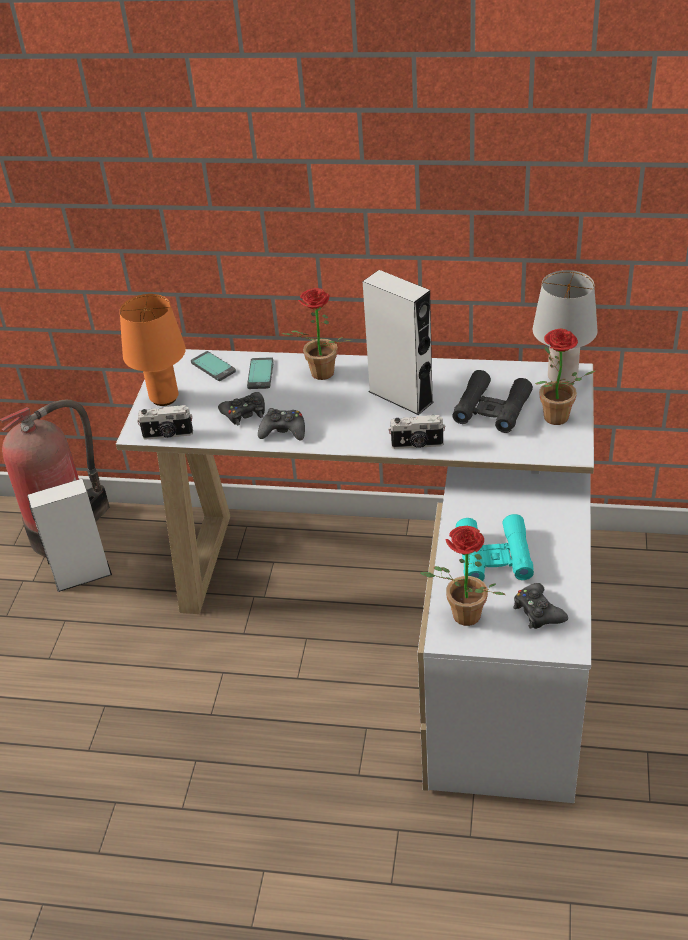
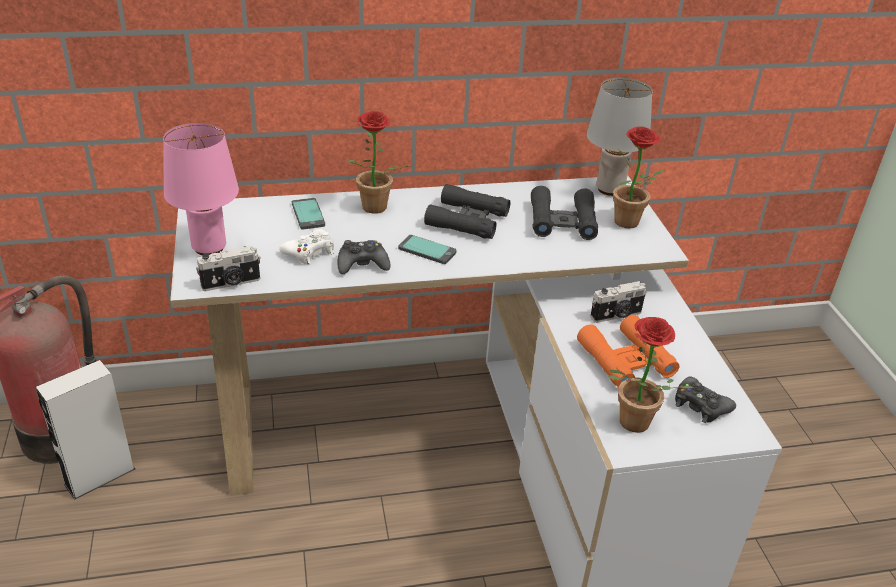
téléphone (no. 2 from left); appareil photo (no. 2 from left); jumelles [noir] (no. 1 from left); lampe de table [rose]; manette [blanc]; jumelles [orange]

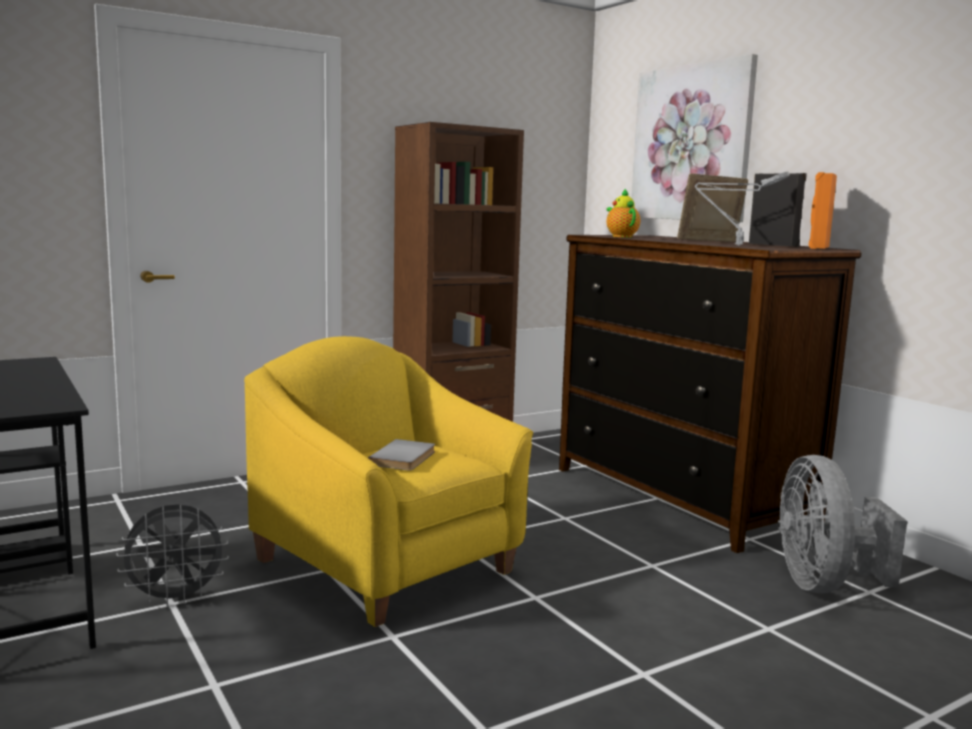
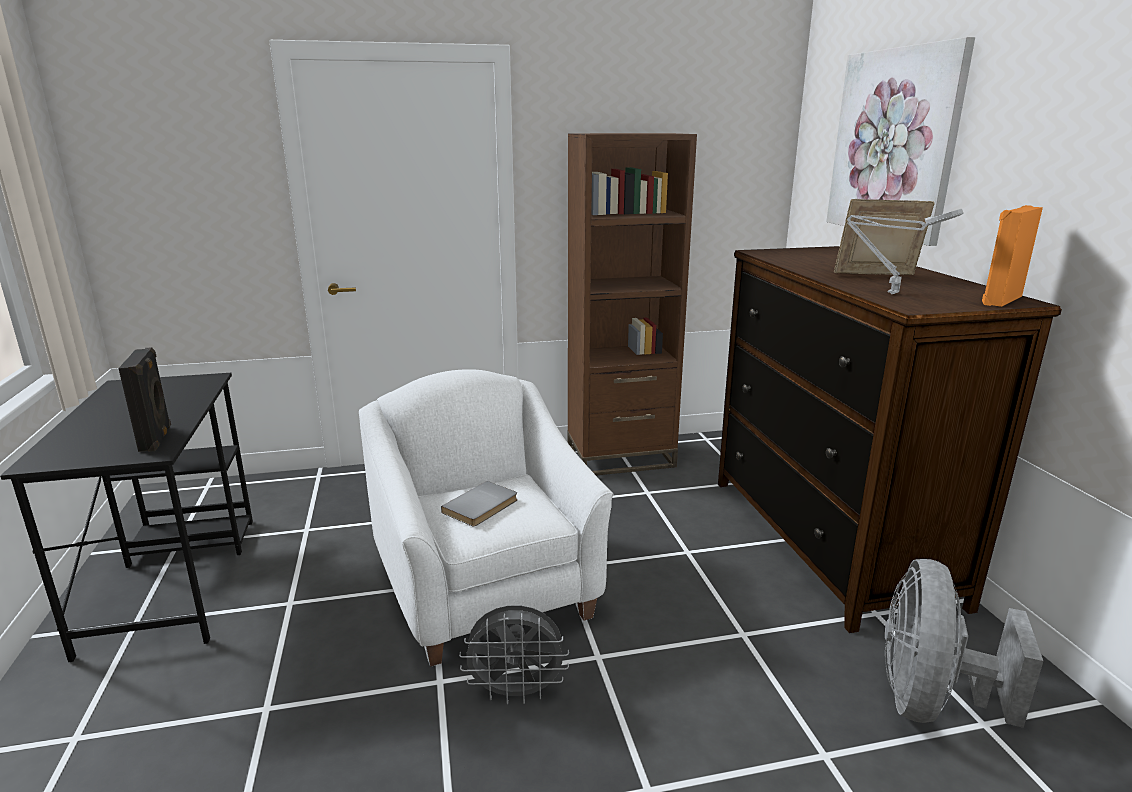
théière; ventilateur [gris] (no. 1 from left); enceinte [noir]; fauteuil [blanc]

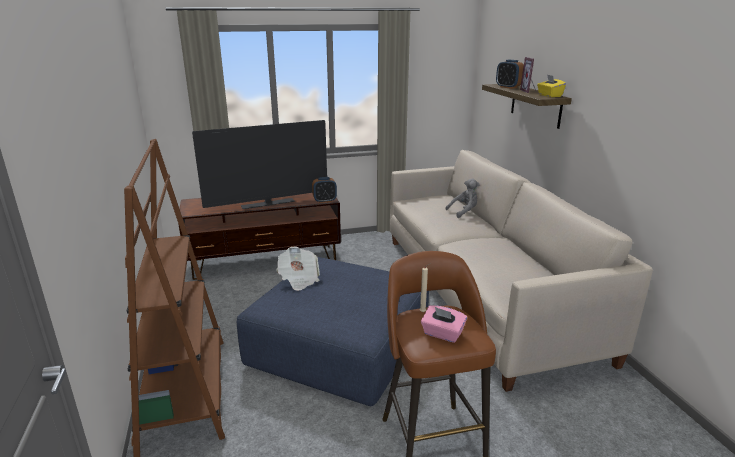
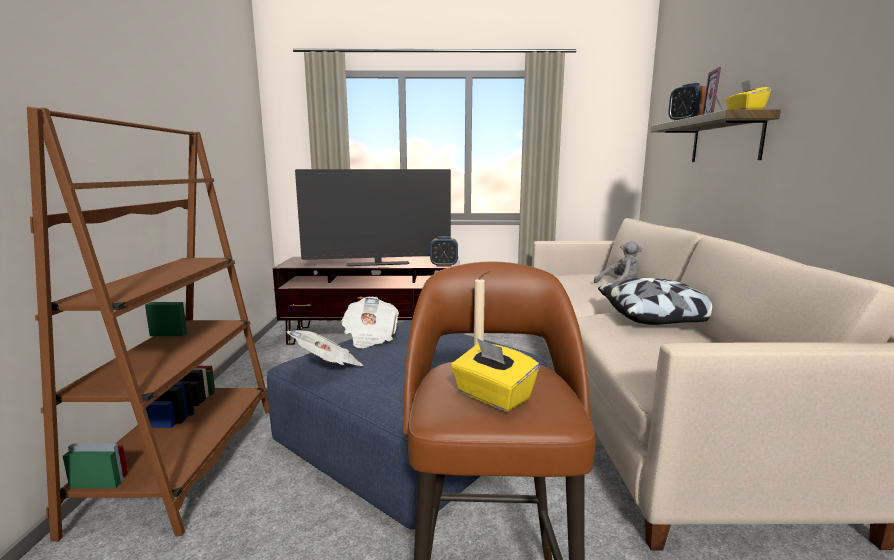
journal (no. 1 from left); coussin; boîte à mouchoirs [jaune] (no. 1 from left)

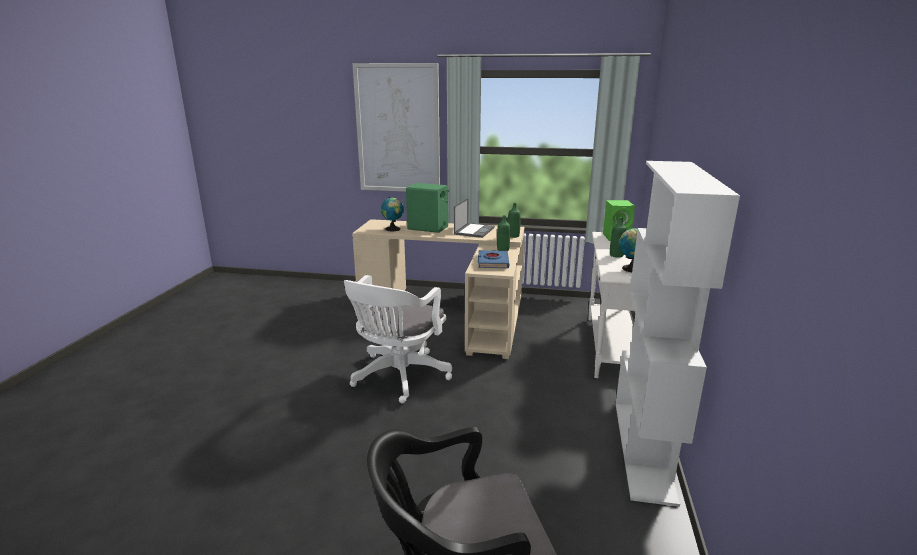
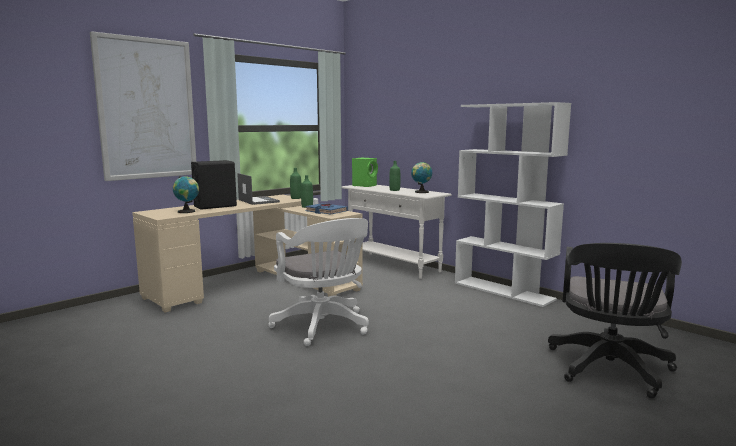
enceinte [noir]

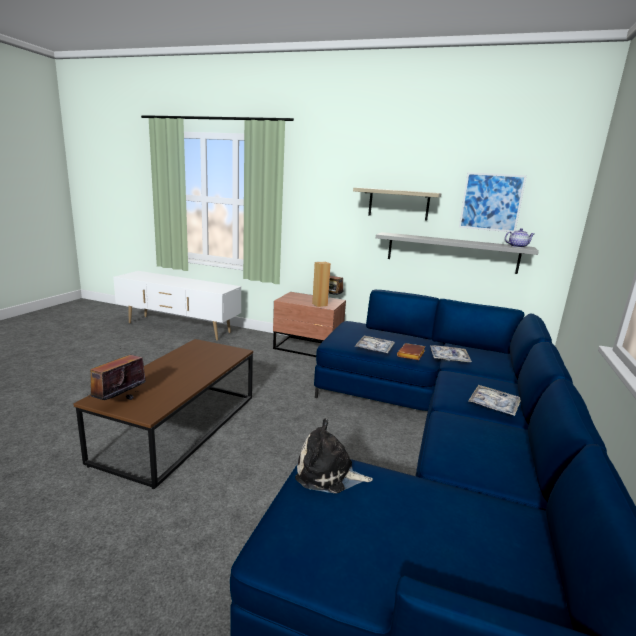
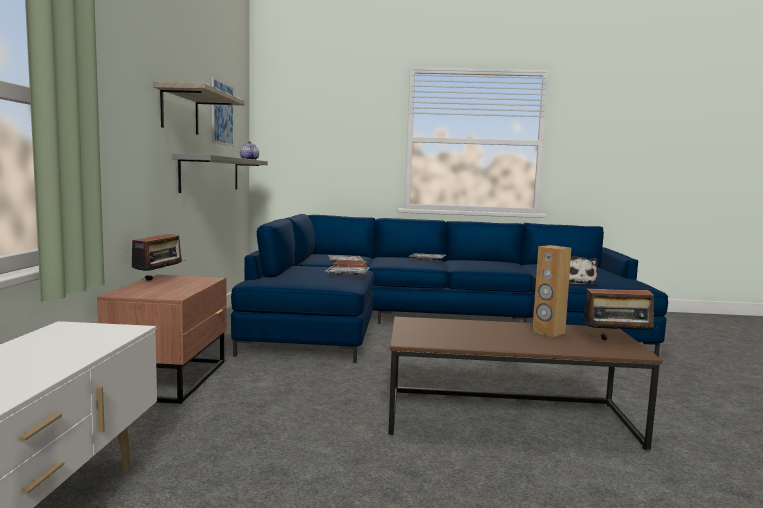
enceinte [marron]

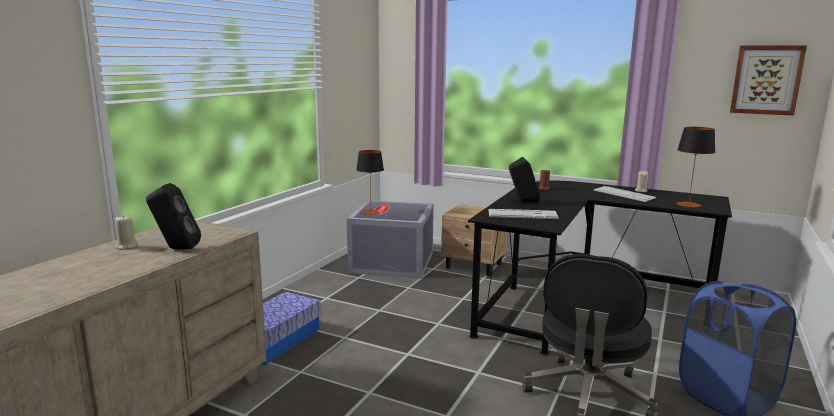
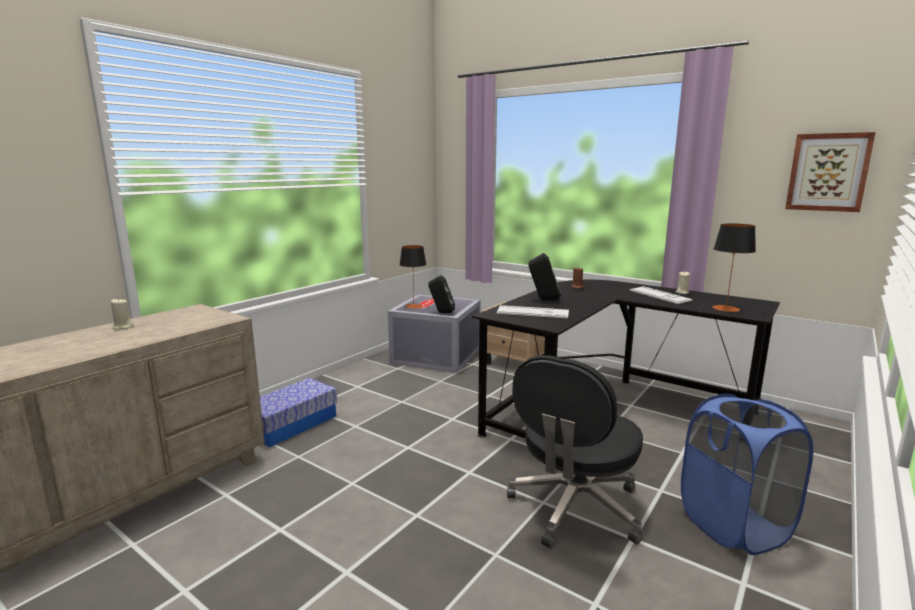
enceinte [noir] (no. 1 from left)

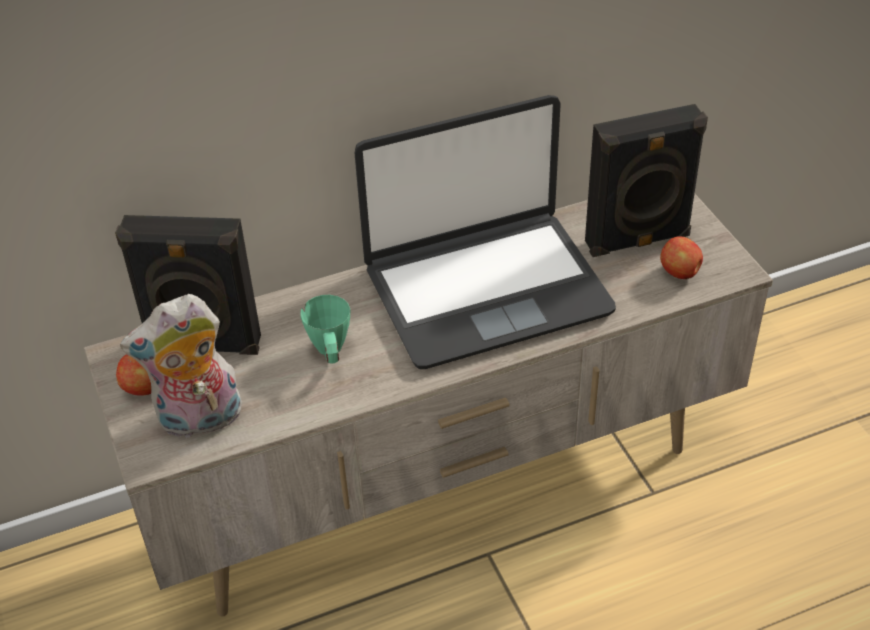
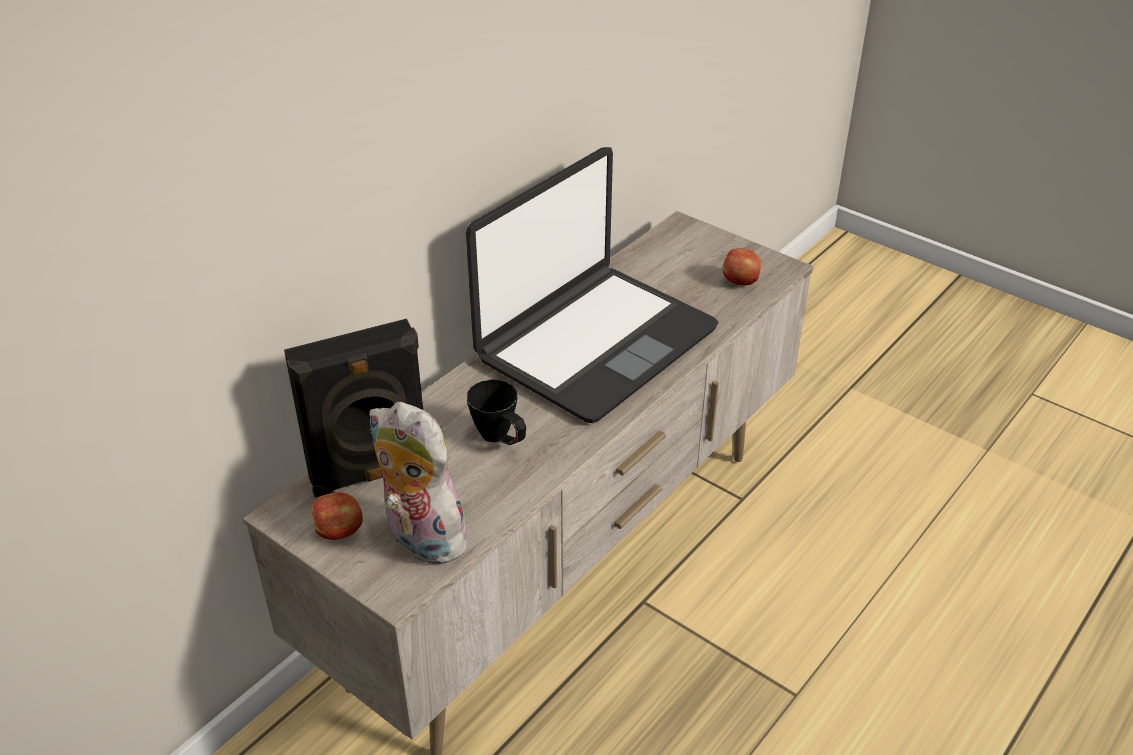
enceinte [noir] (no. 2 from left in the first image); mug [noir]; peluche

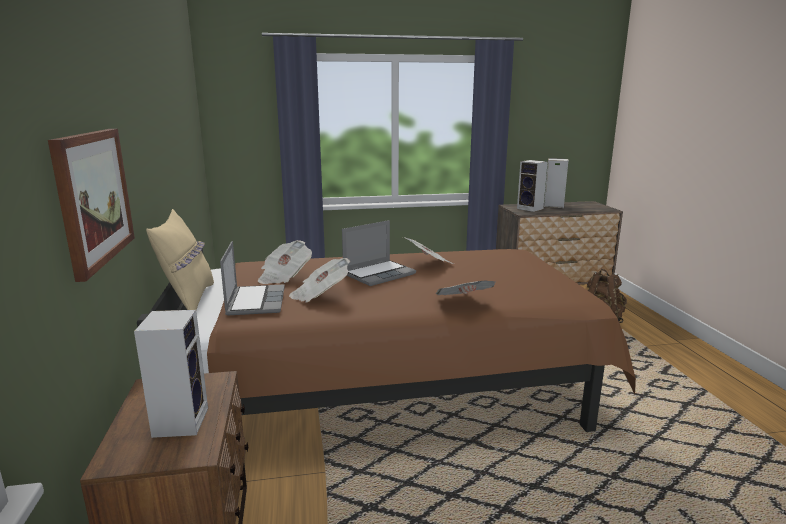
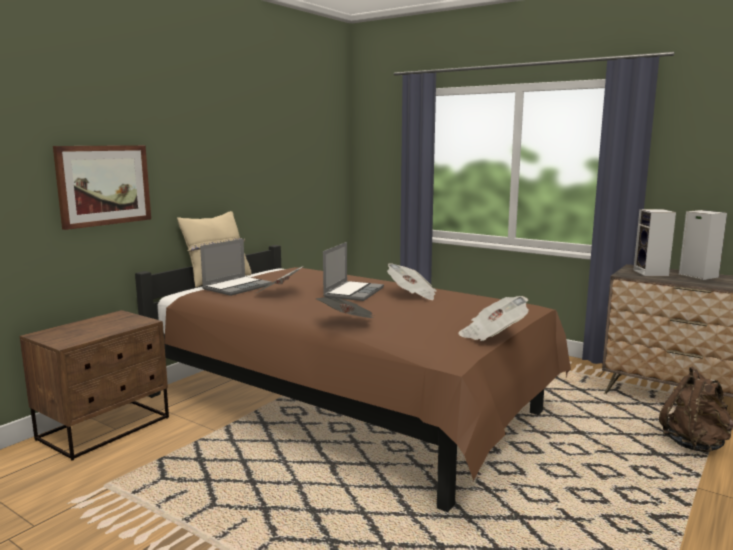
enceinte (no. 1 from left in the first image); journal (no. 4 from left); ordinateur portable (no. 2 from left)

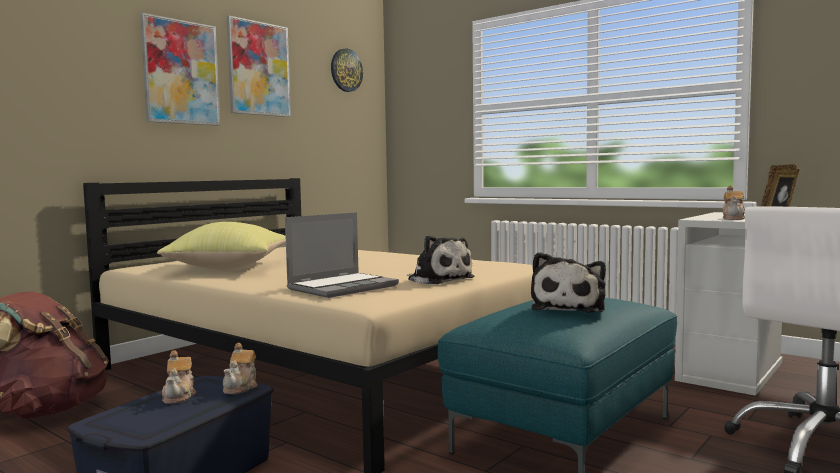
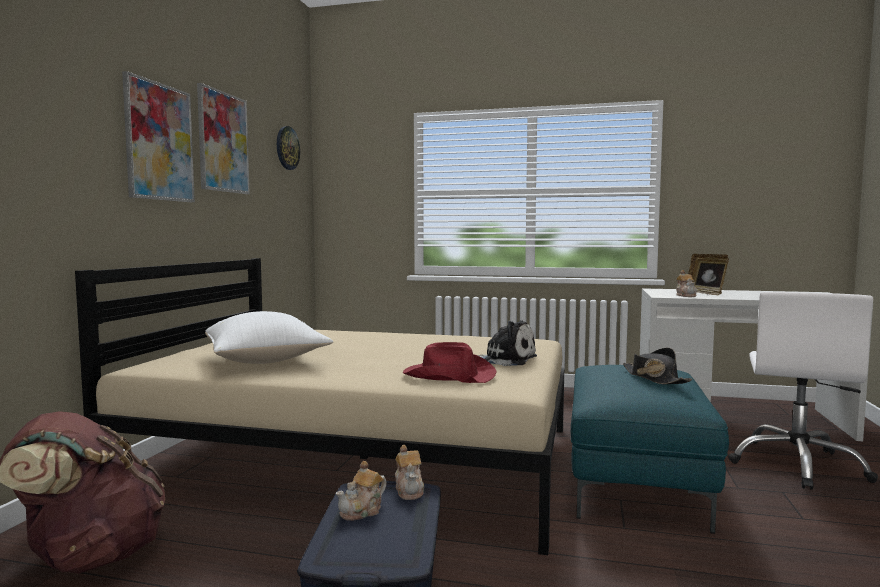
chapeau [rouge]; chapeau [noir]; coussin [blanc]; théière (no. 1 from left)

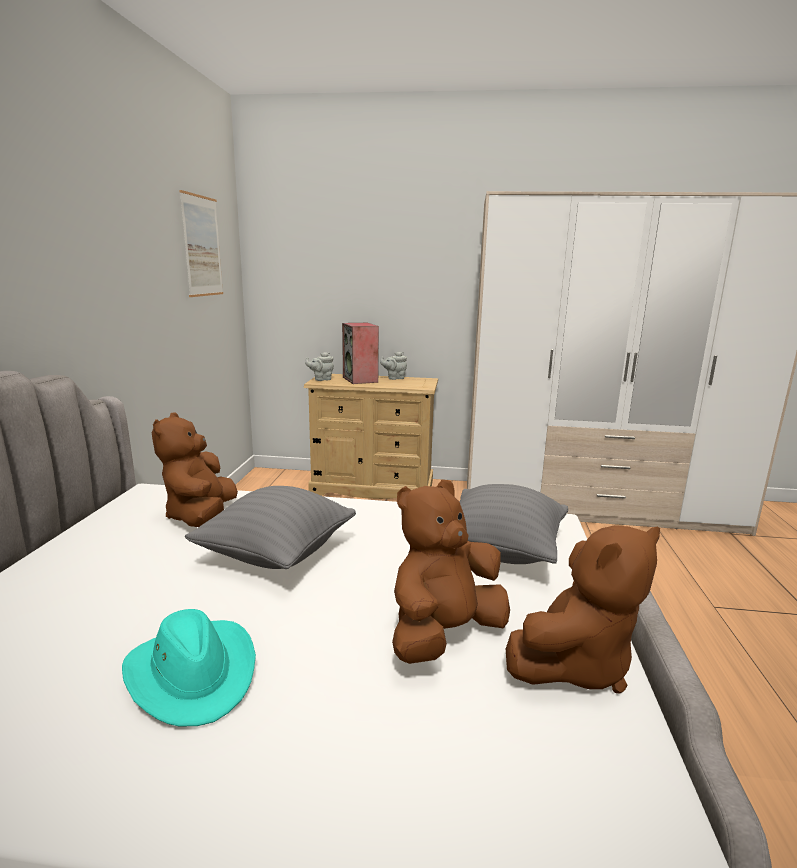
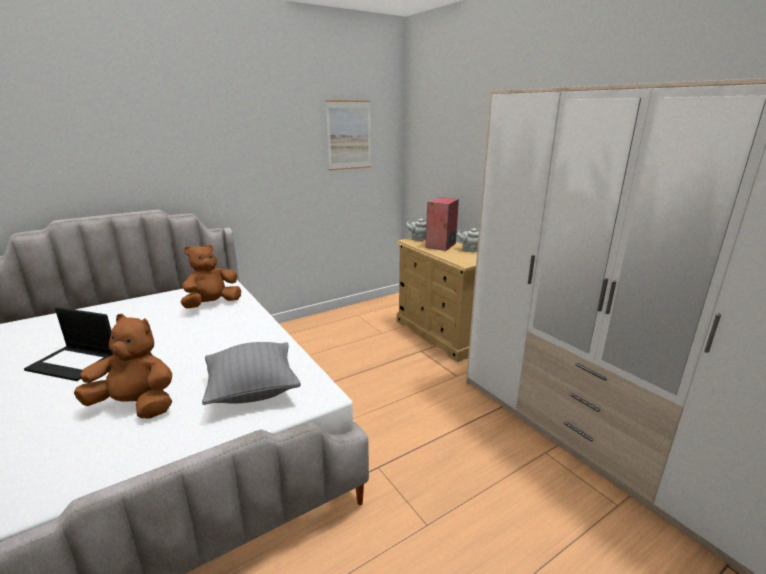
coussin [gris] (no. 1 from left in the first image); peluche [marron] (no. 3 from left in the first image); ordinateur portable

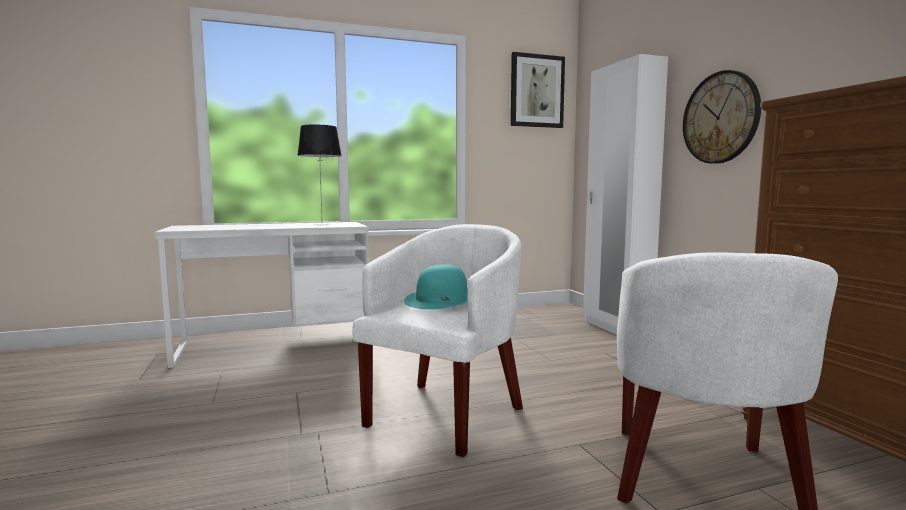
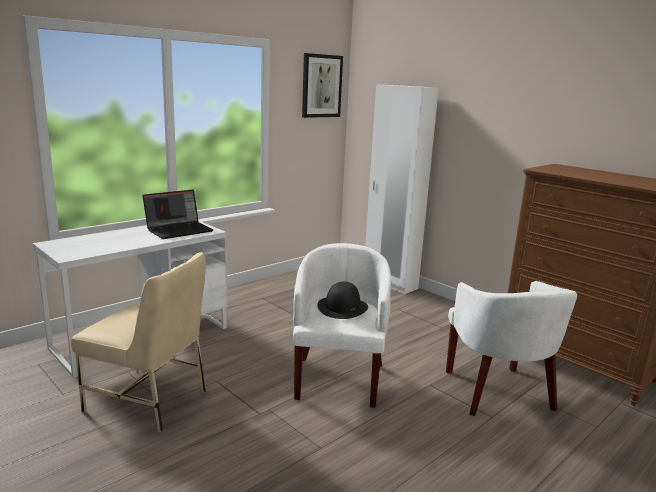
horloge murale; chaise [beige]; ordinateur portable; chapeau [noir]

